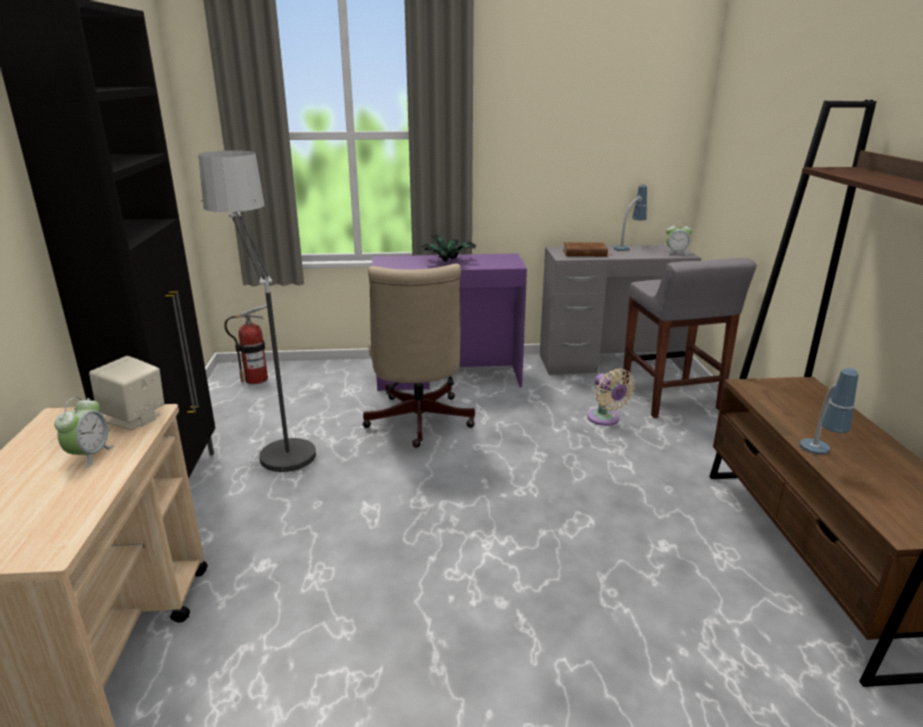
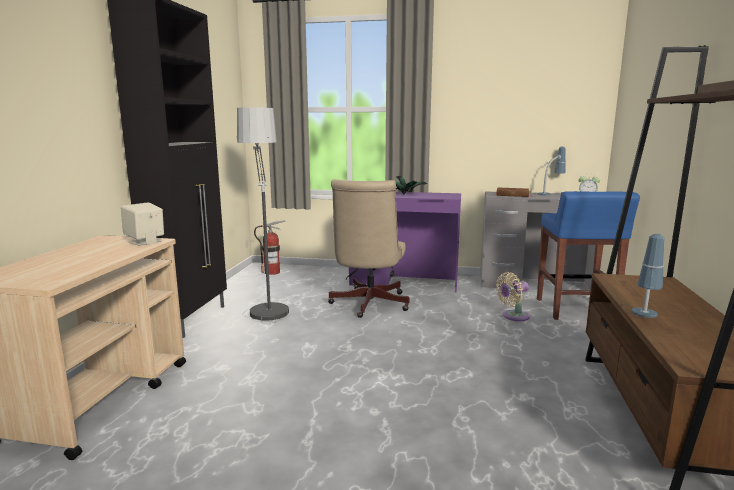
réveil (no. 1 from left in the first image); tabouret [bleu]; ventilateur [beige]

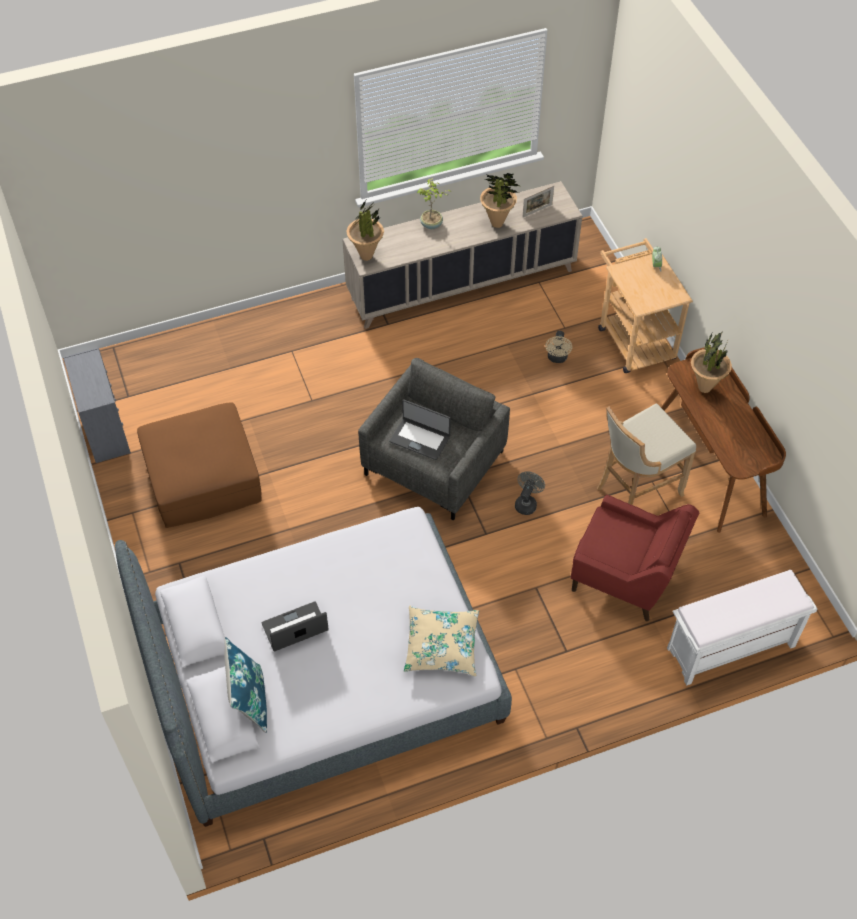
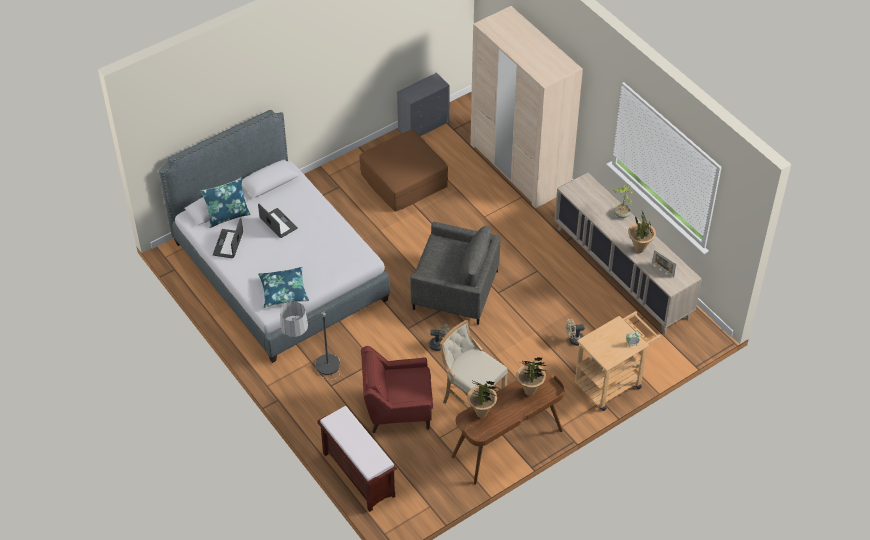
lampadaire; armoire [beige]; plante en pot (no. 1 from left); ordinateur portable (no. 1 from left); coussin [bleu] (no. 2 from left); banc [marron]; fauteuil [rouge]

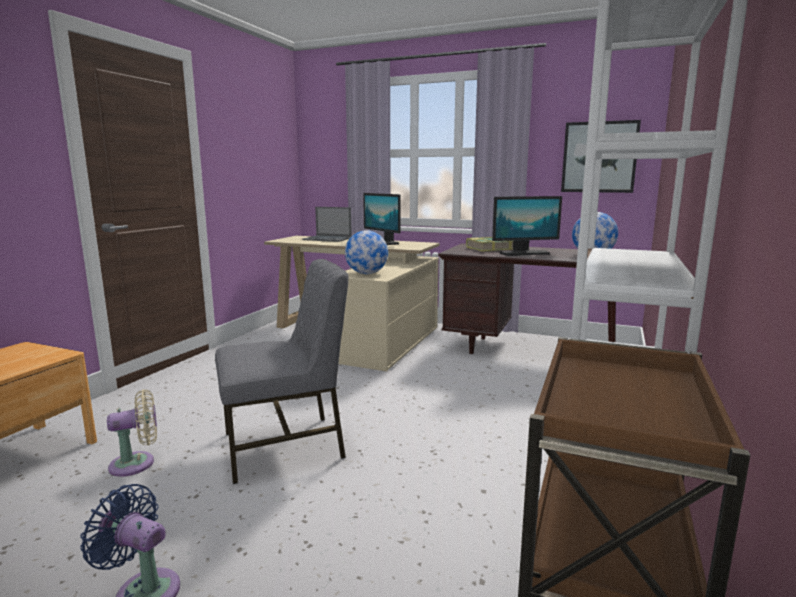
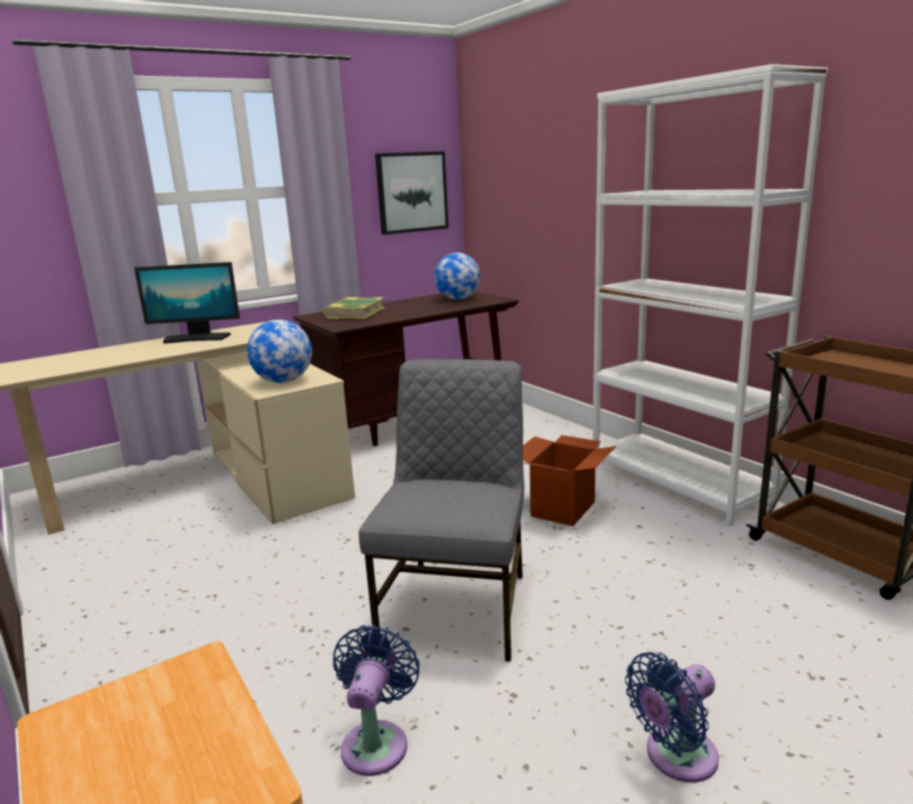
ordinateur portable; écran d'ordinateur (no. 2 from left in the first image); carton; ventilateur [bleu] (no. 1 from left)

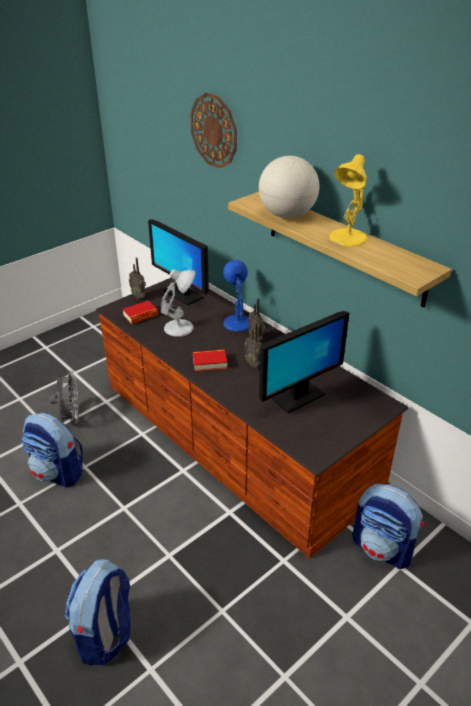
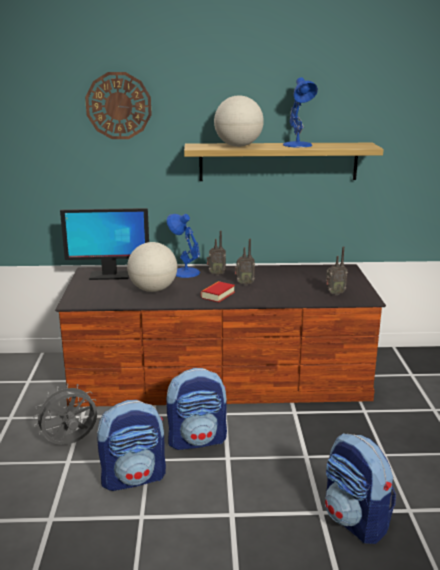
livre (no. 1 from left in the first image); écran d'ordinateur (no. 2 from left in the first image); radio (no. 3 from left); sac à dos (no. 2 from left); globe (no. 1 from left); lampe de table [bleu] (no. 2 from left); ventilateur [gris]

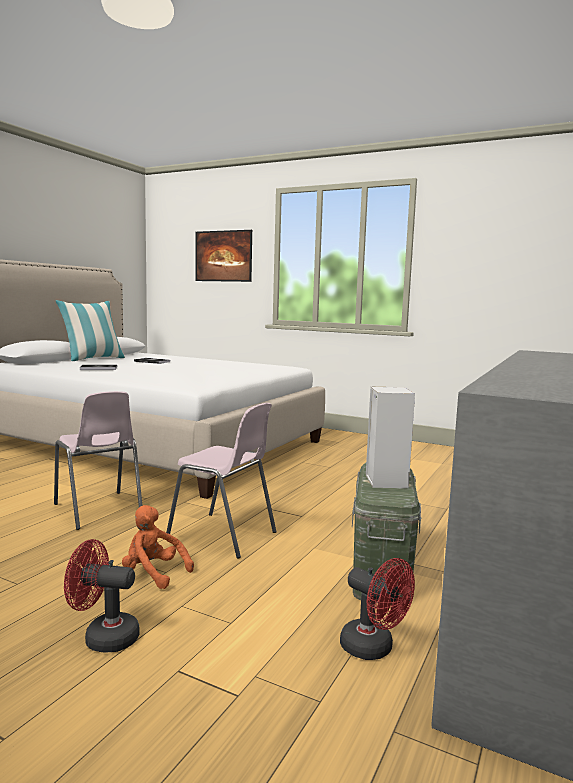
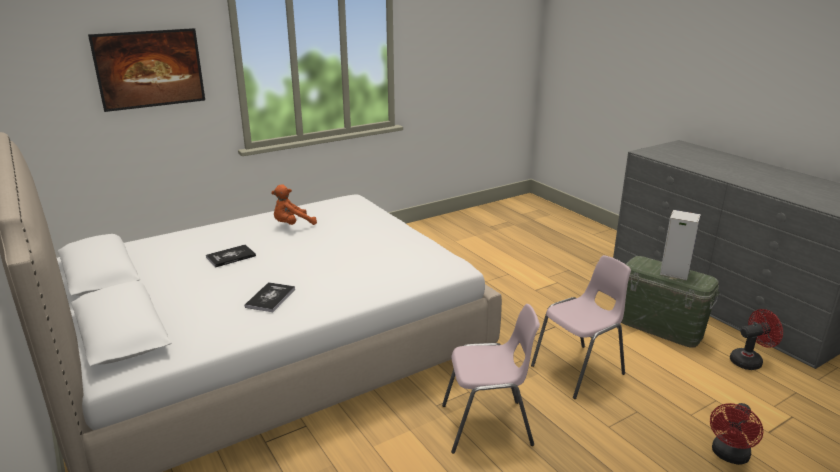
coussin; peluche [orange]

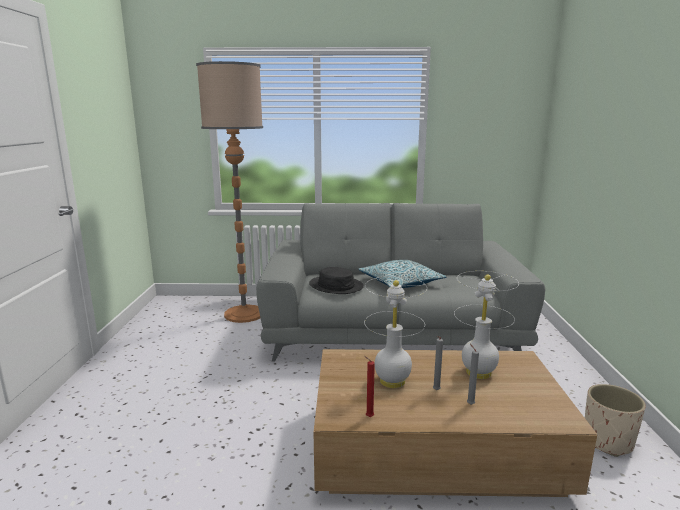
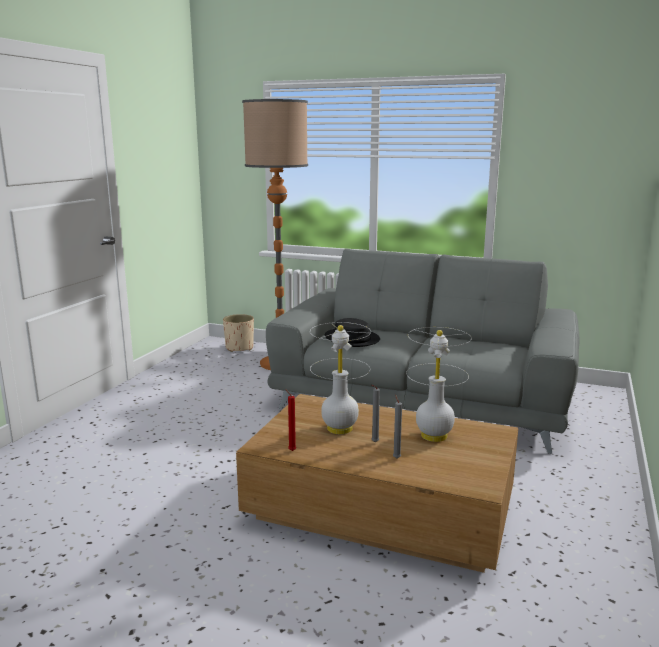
coussin; cache-pot [beige]

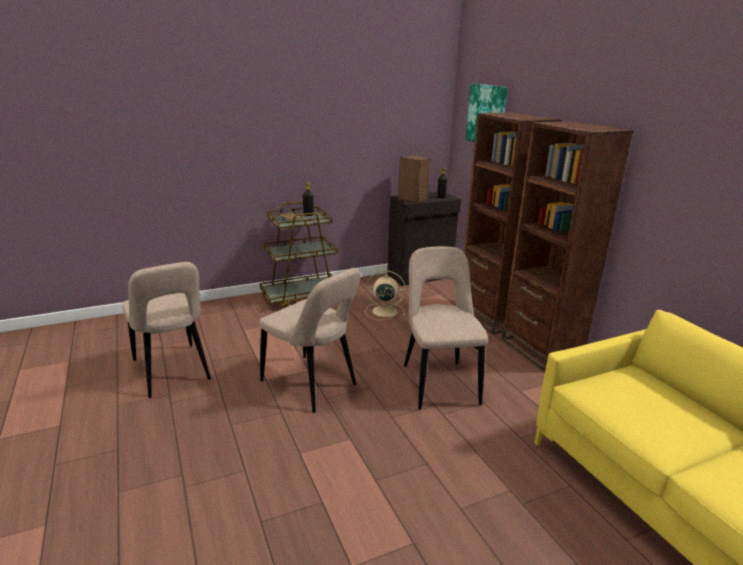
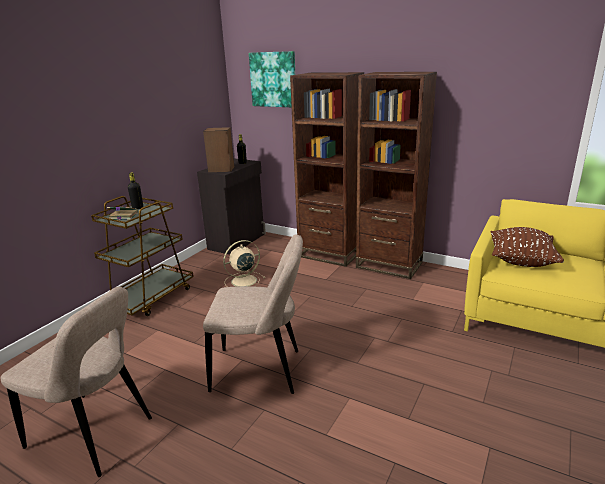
chaise [beige] (no. 3 from left in the first image); coussin [marron]

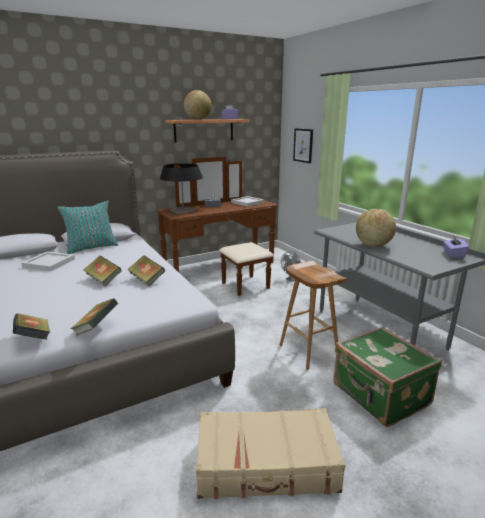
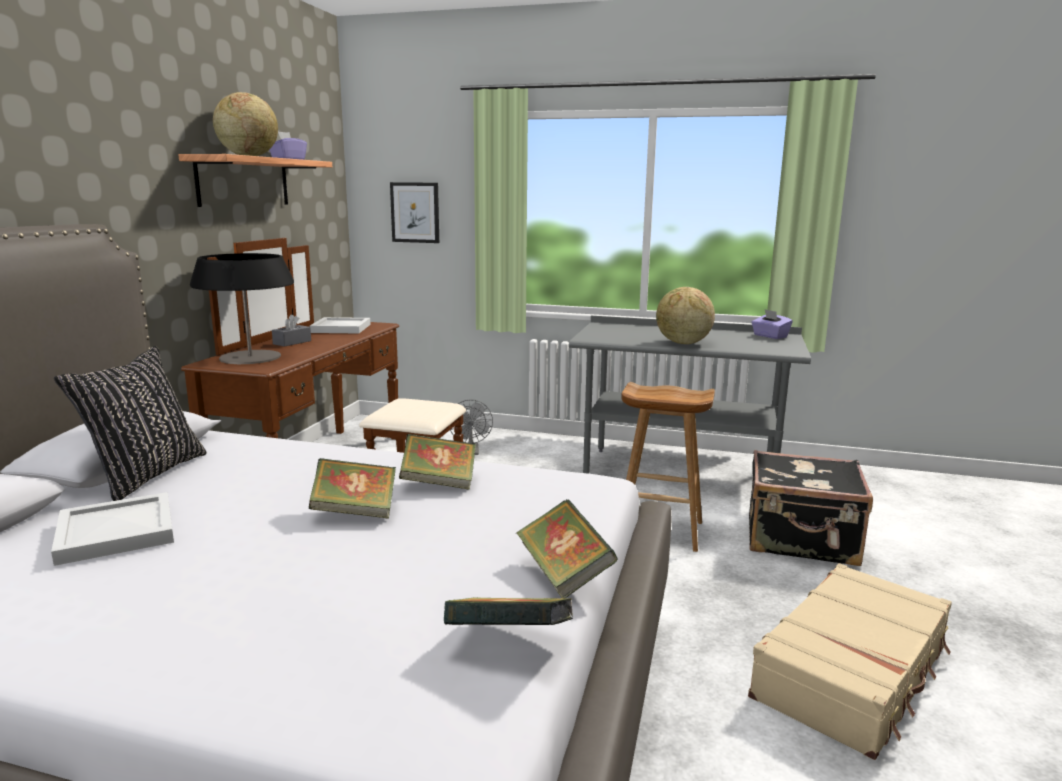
coussin [noir]; valise [noir]

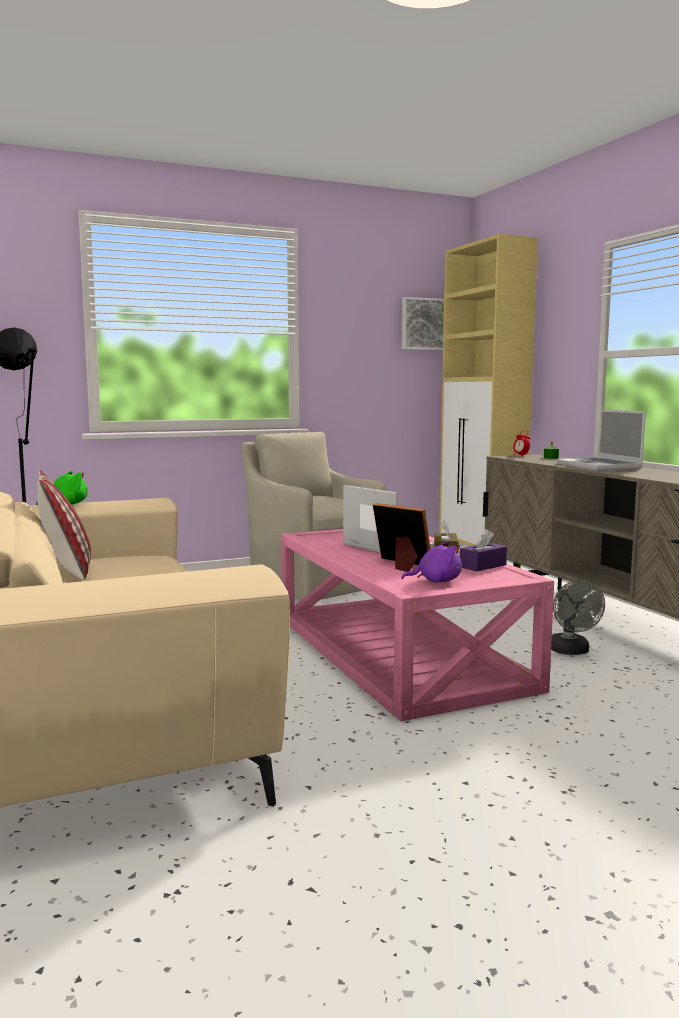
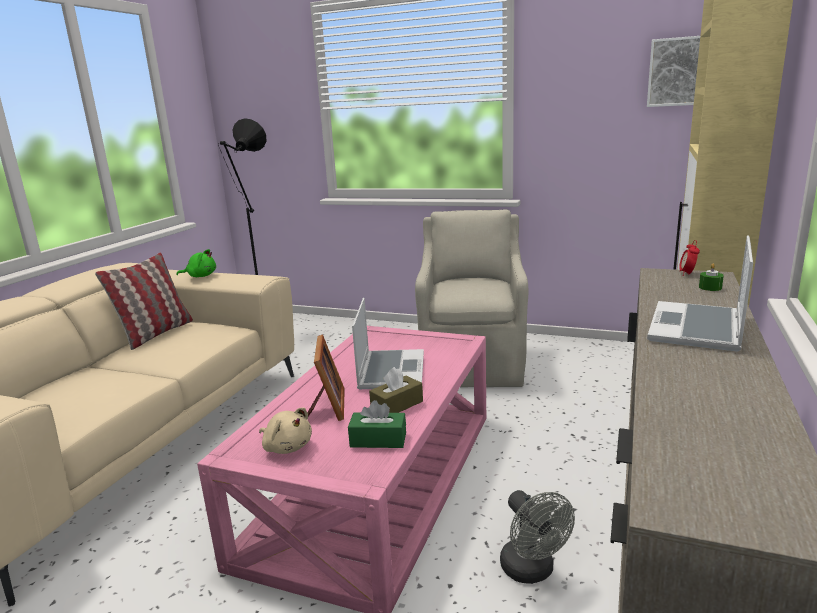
peluche [beige]; boîte à mouchoirs [vert]; ventilateur [gris]

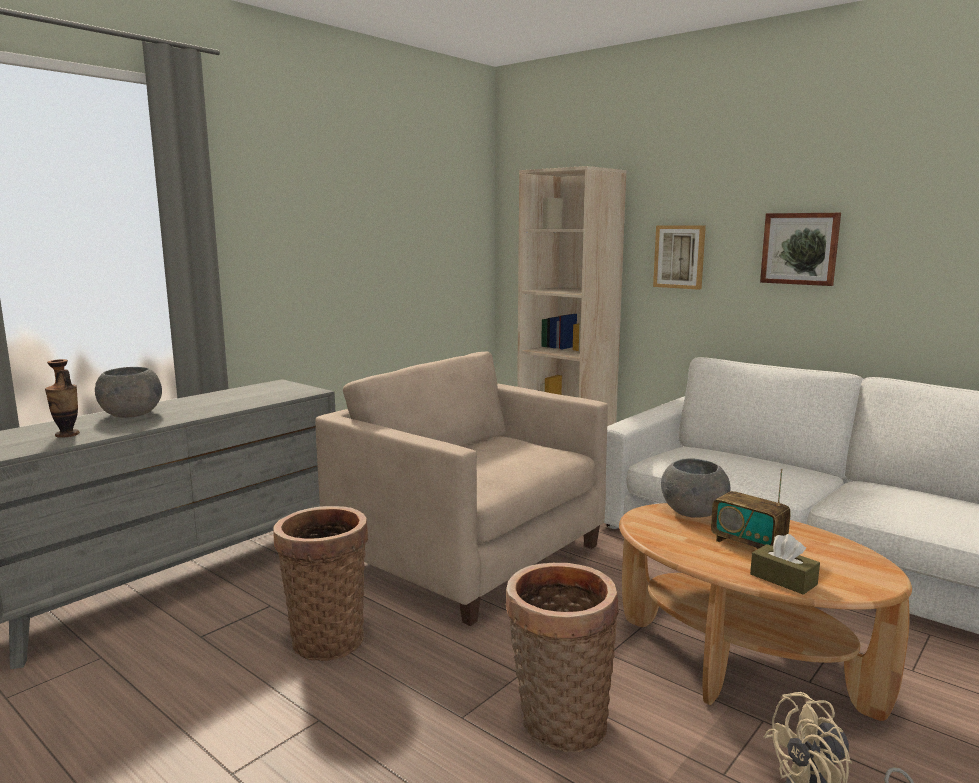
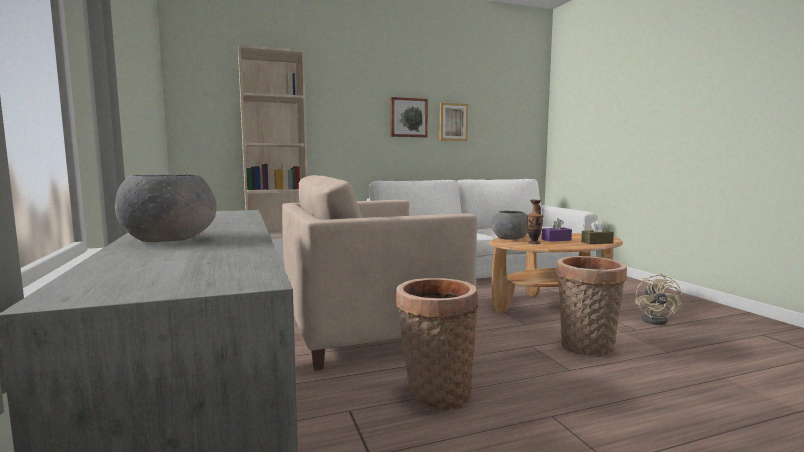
vase; tableau (no. 2 from left); boîte à mouchoirs [violet]

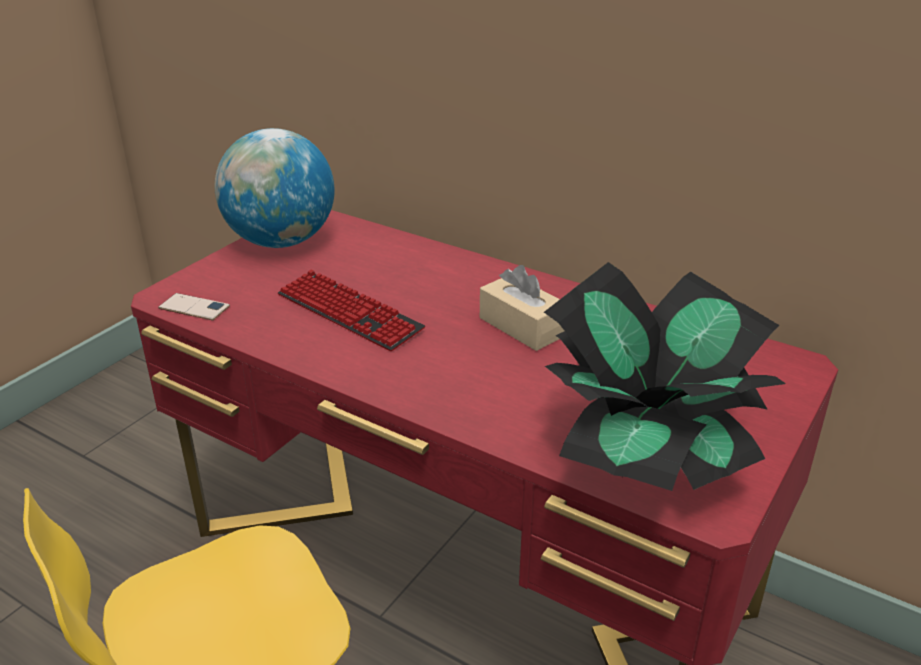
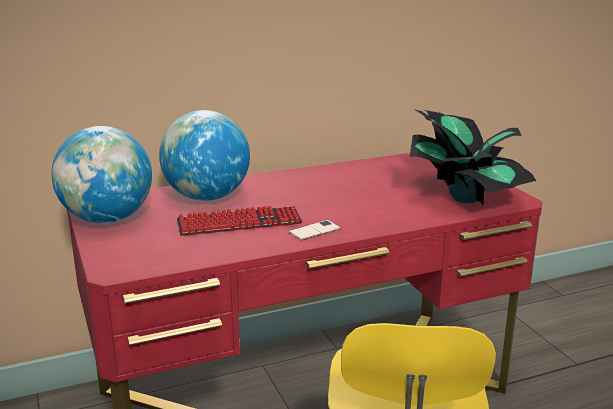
boîte à mouchoirs [beige]; globe (no. 2 from left); téléphone

